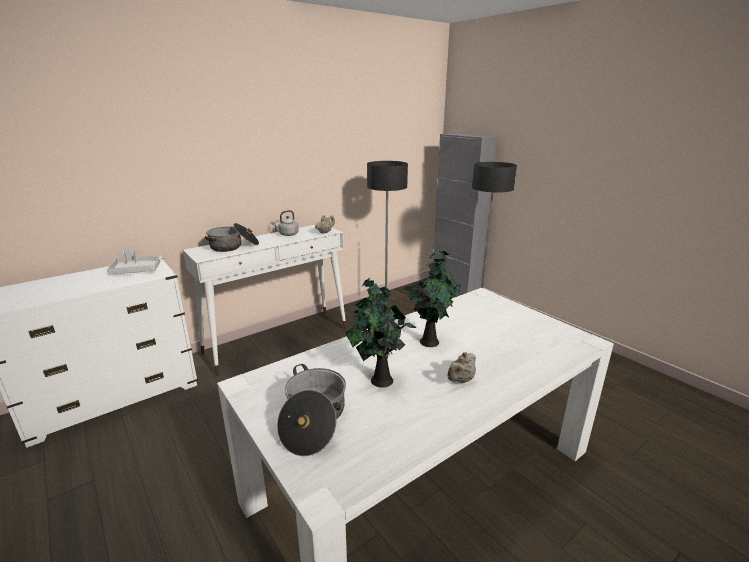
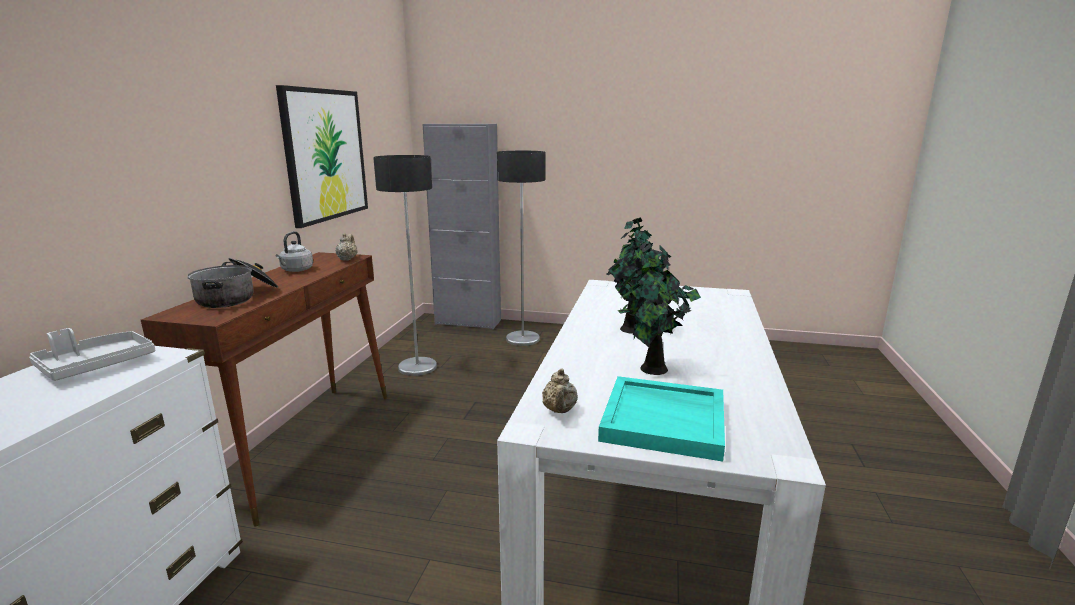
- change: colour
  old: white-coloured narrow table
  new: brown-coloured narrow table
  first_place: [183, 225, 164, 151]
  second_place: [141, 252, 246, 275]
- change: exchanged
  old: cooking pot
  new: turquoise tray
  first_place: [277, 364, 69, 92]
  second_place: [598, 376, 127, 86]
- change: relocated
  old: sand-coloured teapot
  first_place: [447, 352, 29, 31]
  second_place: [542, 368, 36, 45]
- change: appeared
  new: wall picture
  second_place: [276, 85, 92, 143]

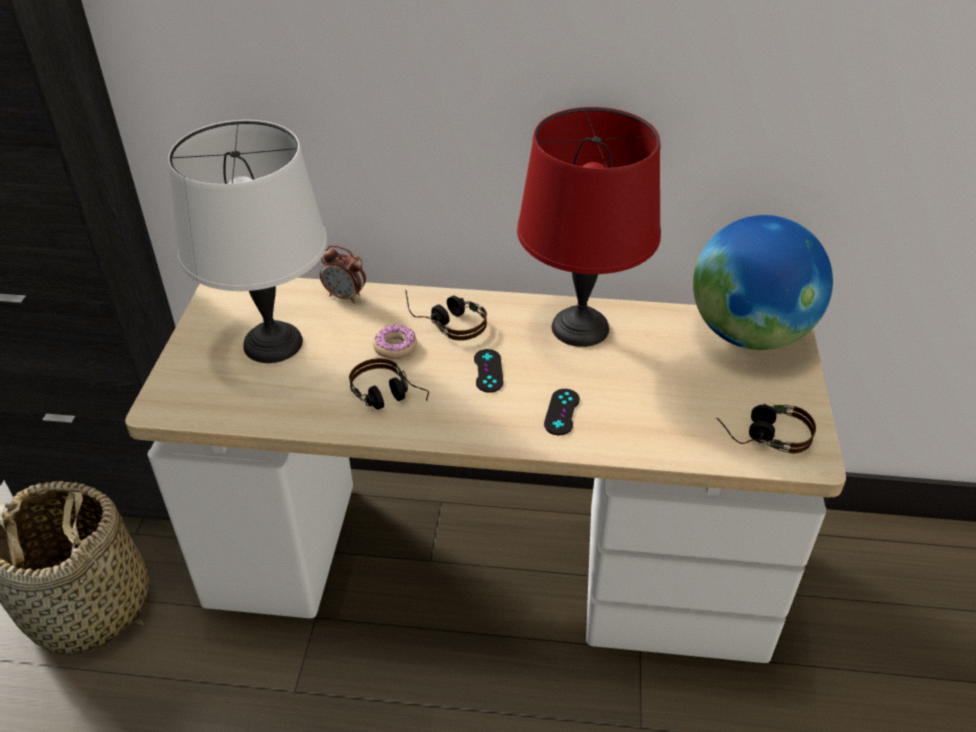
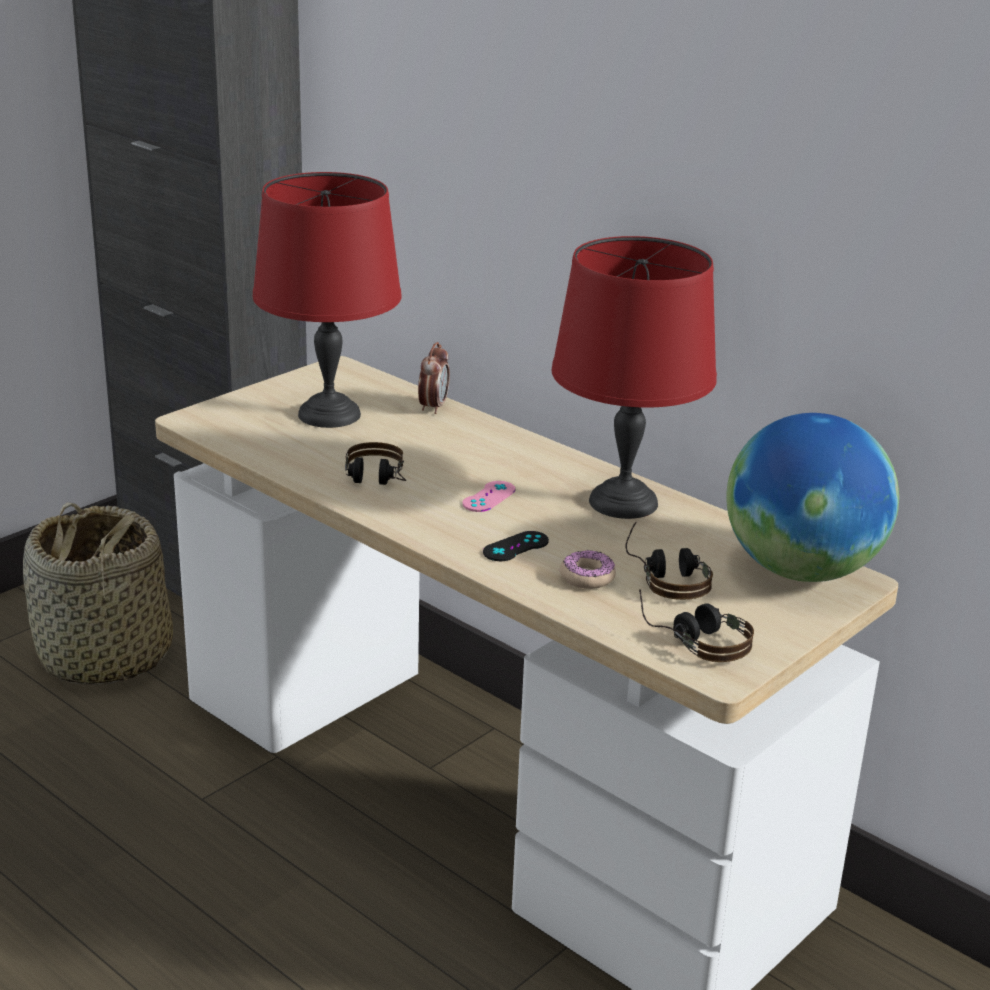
- change: colour
  old: white-coloured lamp for a table
  new: red lamp for a table
  first_place: [168, 120, 159, 243]
  second_place: [253, 172, 149, 256]
- change: spun
  old: table clock
  first_place: [320, 245, 46, 58]
  second_place: [418, 342, 32, 72]
  degrees: -135
- change: relocated
  old: doughnut
  first_place: [373, 324, 44, 35]
  second_place: [560, 550, 56, 39]
- change: relocated
  old: pair of headphones
  first_place: [405, 290, 82, 51]
  second_place: [625, 522, 88, 78]
- change: colour
  old: black-coloured joypad
  new: pink-coloured joypad
  first_place: [474, 349, 30, 44]
  second_place: [462, 481, 53, 31]

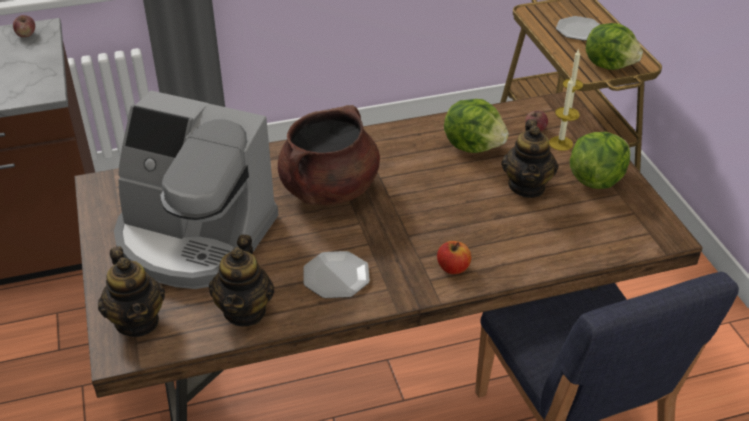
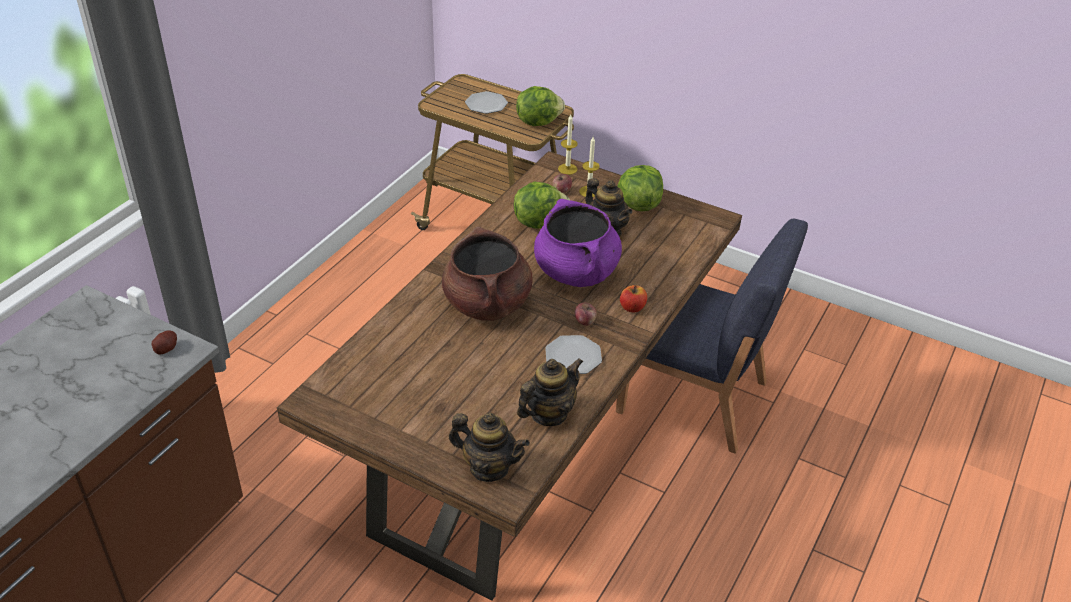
- change: relocated
  old: whole apple
  first_place: [13, 15, 22, 22]
  second_place: [575, 303, 22, 23]
- change: missing
  old: coffee maker
  first_place: [114, 91, 164, 198]
- change: spun
  old: teapot
  first_place: [209, 235, 65, 92]
  second_place: [517, 358, 66, 68]
  degrees: -90
- change: appeared
  new: potato
  second_place: [151, 330, 26, 25]
- change: appeared
  new: purple-coloured cooking pot
  second_place: [534, 199, 88, 88]

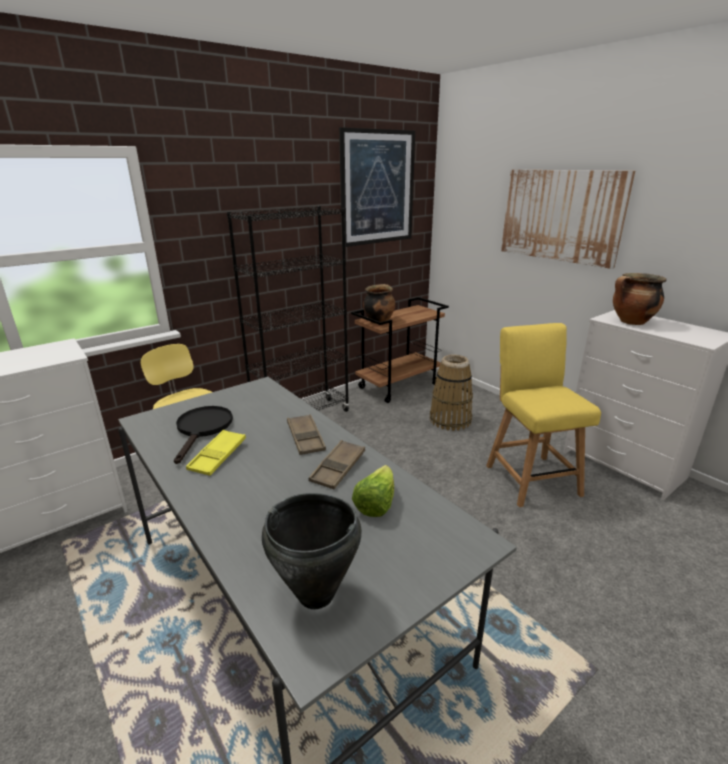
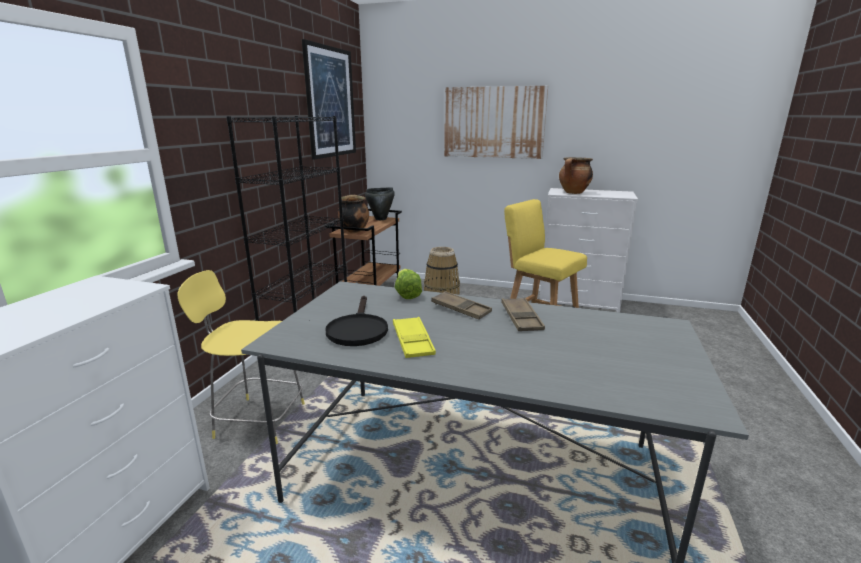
- change: spun
  old: black-coloured skillet
  first_place: [174, 406, 59, 58]
  second_place: [326, 296, 62, 50]
  degrees: -150
- change: relocated
  old: black-coloured cooking pot
  first_place: [262, 493, 100, 116]
  second_place: [365, 188, 30, 32]
- change: relocated
  old: lettuce head
  first_place: [352, 465, 42, 52]
  second_place: [395, 269, 27, 30]

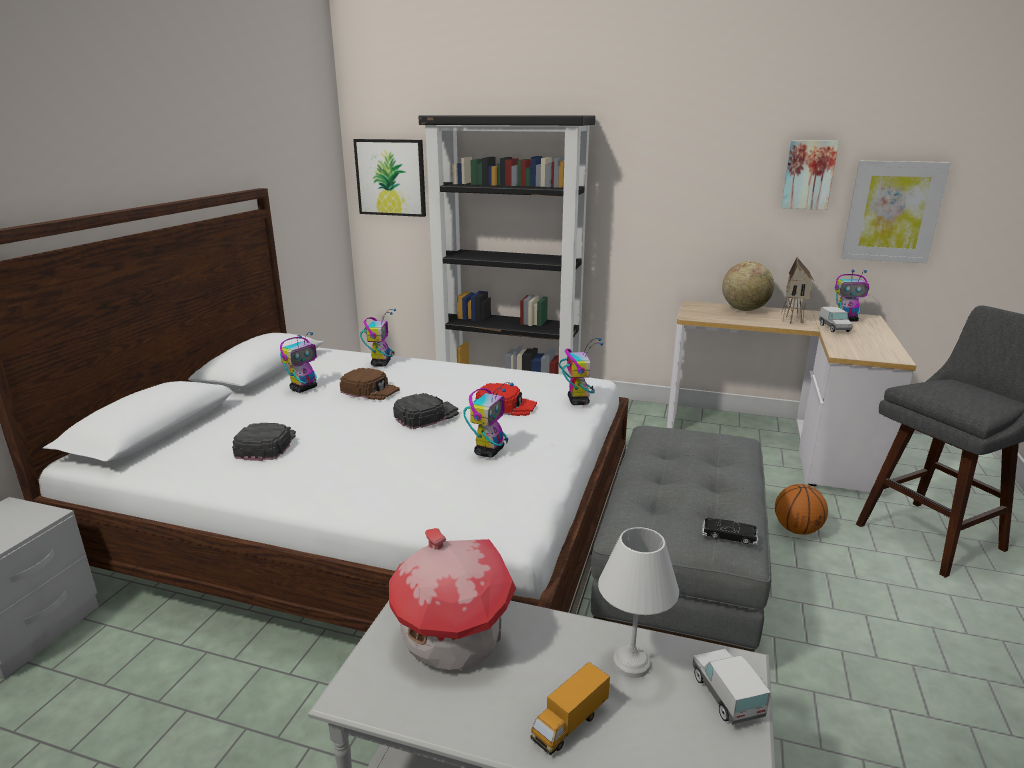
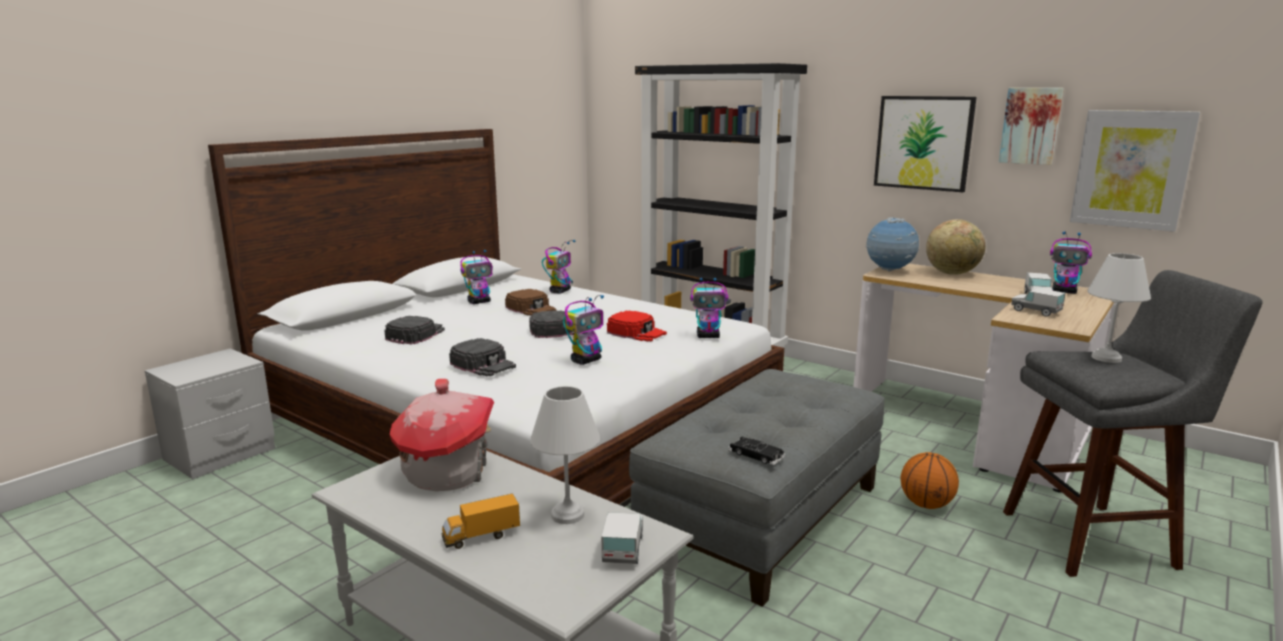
- change: relocated
  old: wall picture
  first_place: [353, 139, 73, 78]
  second_place: [874, 96, 103, 96]
- change: spun
  old: model robot
  first_place: [559, 338, 44, 67]
  second_place: [690, 278, 38, 60]
  degrees: 75
- change: missing
  old: miniature house
  first_place: [781, 257, 33, 67]
- change: appeared
  new: black-coloured baseball cap
  second_place: [449, 338, 67, 38]
- change: appeared
  new: world globe
  second_place: [866, 217, 53, 55]
- change: appeared
  new: toy truck
  second_place: [1012, 288, 54, 29]
- change: appeared
  new: white-coloured lamp for a table
  second_place: [1087, 253, 64, 110]

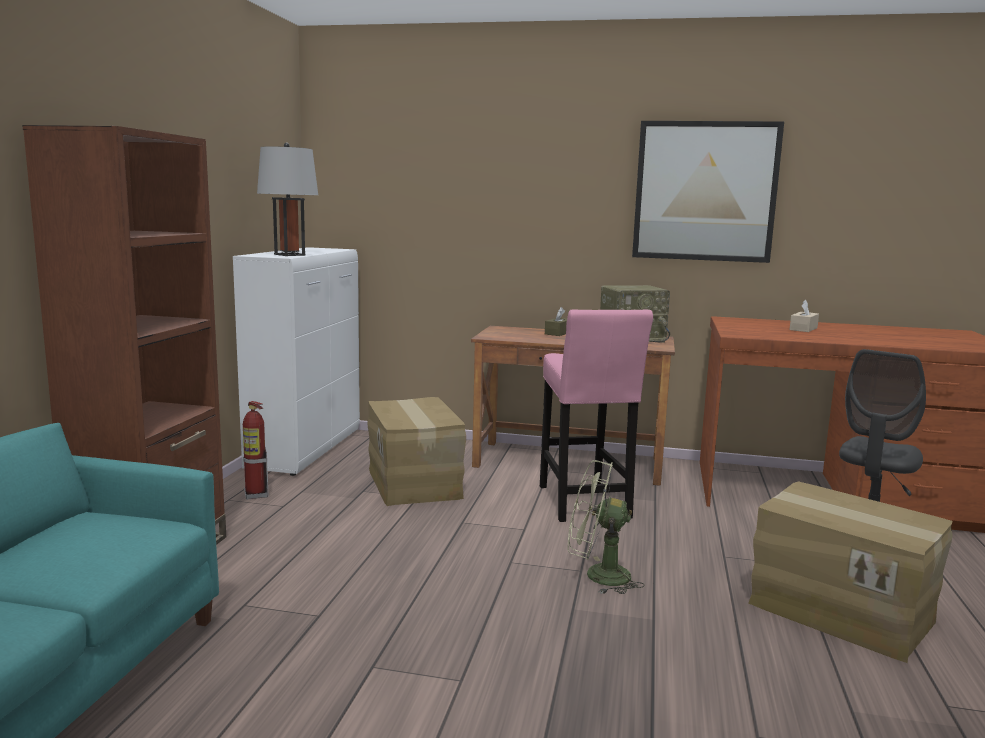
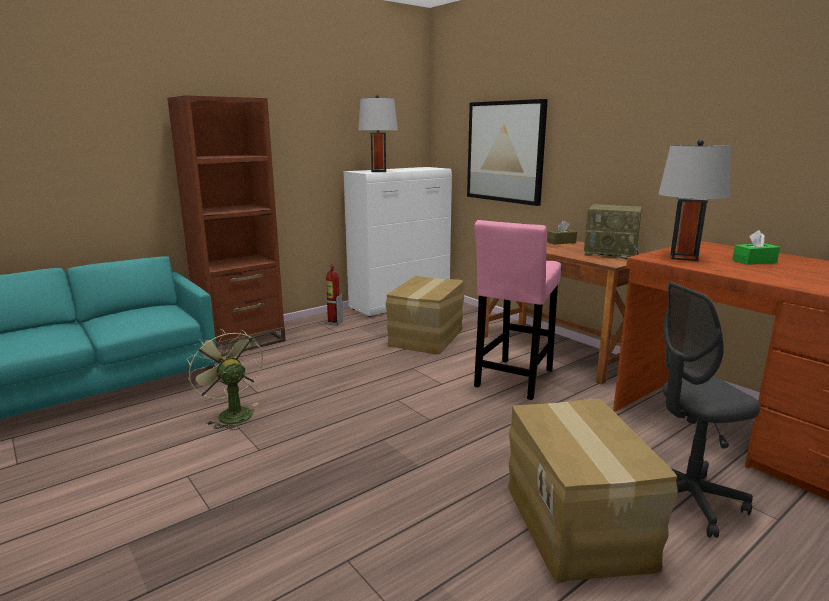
- change: relocated
  old: green-coloured cooling fan
  first_place: [568, 460, 77, 134]
  second_place: [186, 329, 77, 101]
- change: relocated
  old: wall picture
  first_place: [632, 121, 152, 142]
  second_place: [467, 99, 81, 107]
- change: colour
  old: sand-coloured tissue box
  new: green-coloured tissue box
  first_place: [789, 300, 30, 32]
  second_place: [732, 230, 48, 35]
- change: appeared
  new: grey lamp for a table
  second_place: [658, 139, 73, 122]

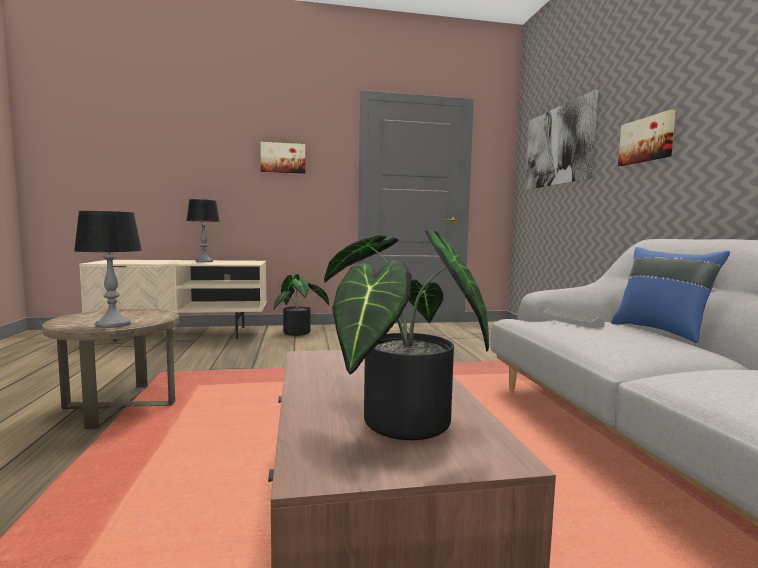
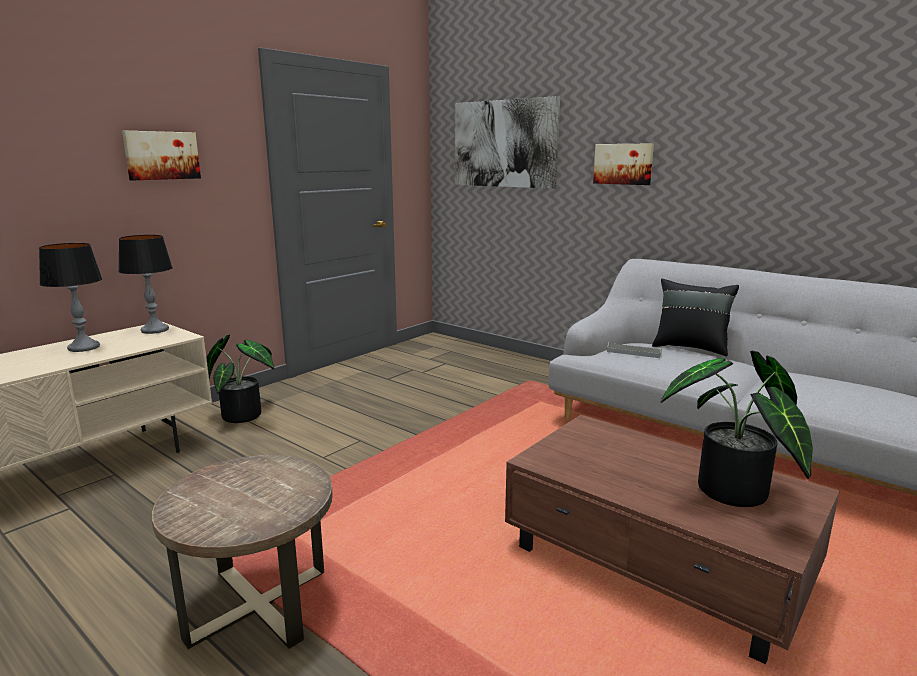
- change: relocated
  old: lamp for a table
  first_place: [74, 211, 68, 117]
  second_place: [118, 235, 55, 99]
- change: colour
  old: blue-coloured throw pillow
  new: black-coloured throw pillow
  first_place: [611, 247, 119, 96]
  second_place: [652, 279, 87, 77]

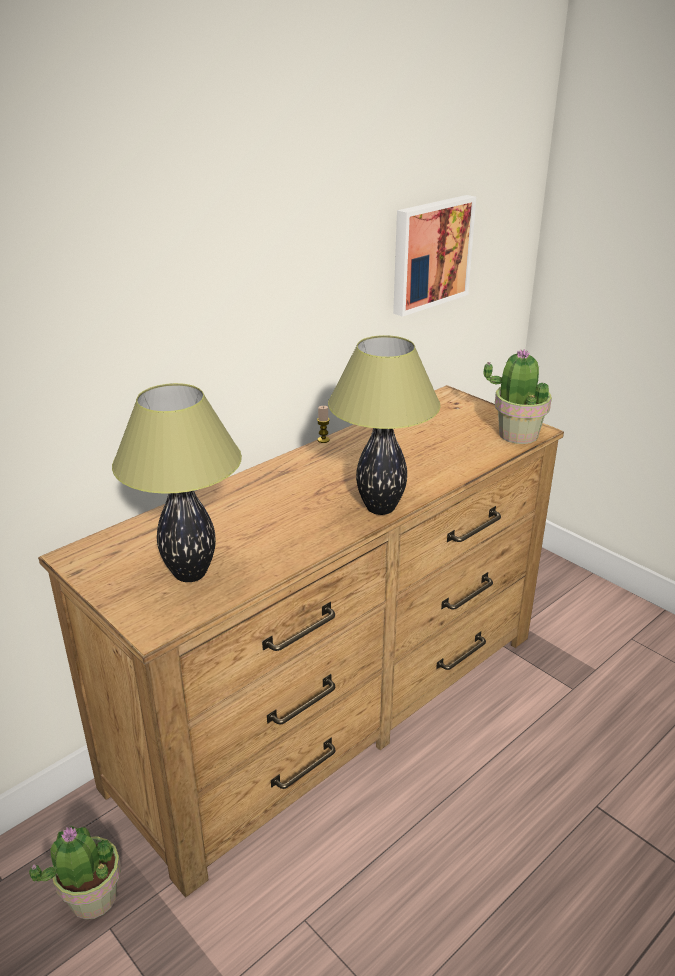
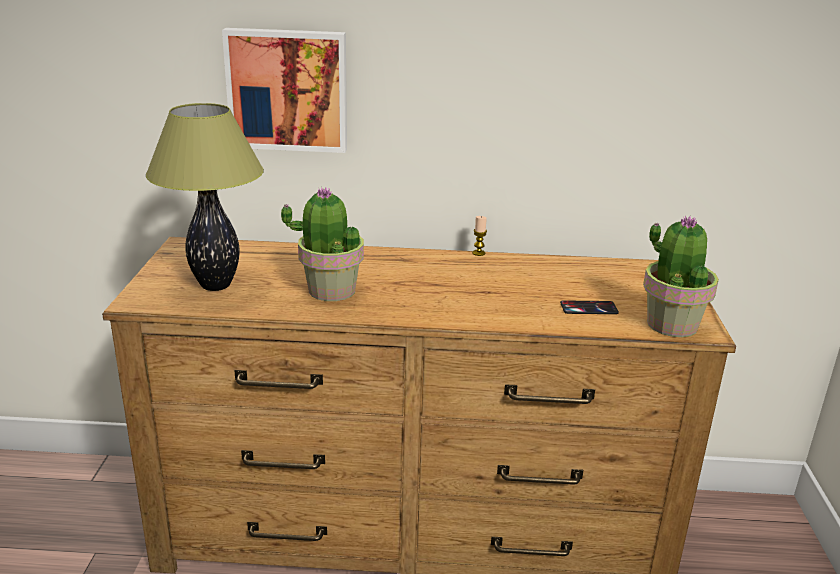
- change: relocated
  old: plant in a pot
  first_place: [29, 825, 92, 94]
  second_place: [281, 187, 83, 114]
- change: missing
  old: lamp for a table
  first_place: [328, 335, 113, 180]
- change: relocated
  old: wall picture
  first_place: [393, 195, 83, 122]
  second_place: [222, 28, 125, 125]
- change: appeared
  new: telephone
  second_place: [560, 300, 59, 14]

